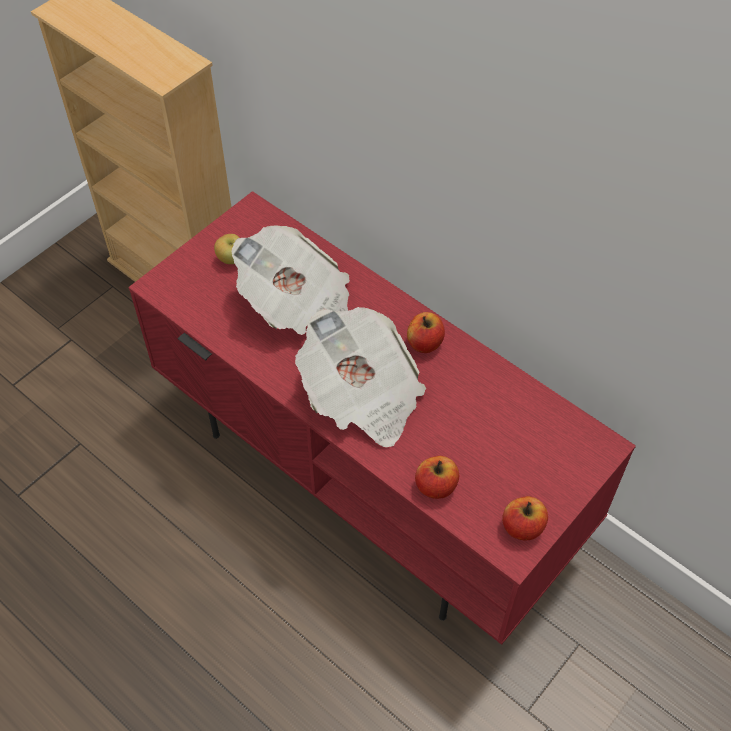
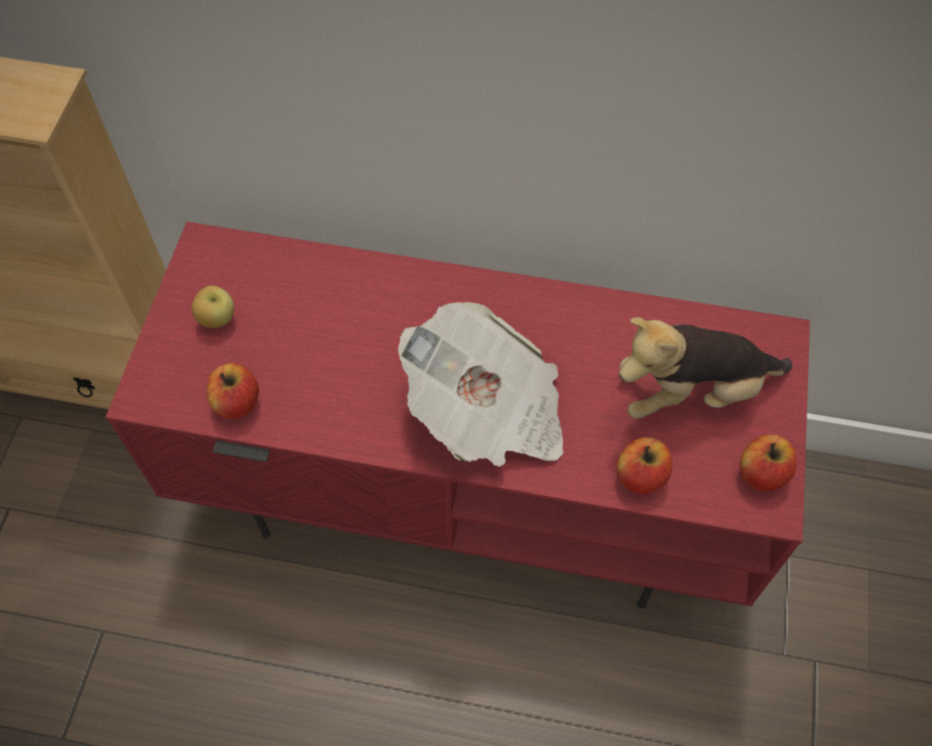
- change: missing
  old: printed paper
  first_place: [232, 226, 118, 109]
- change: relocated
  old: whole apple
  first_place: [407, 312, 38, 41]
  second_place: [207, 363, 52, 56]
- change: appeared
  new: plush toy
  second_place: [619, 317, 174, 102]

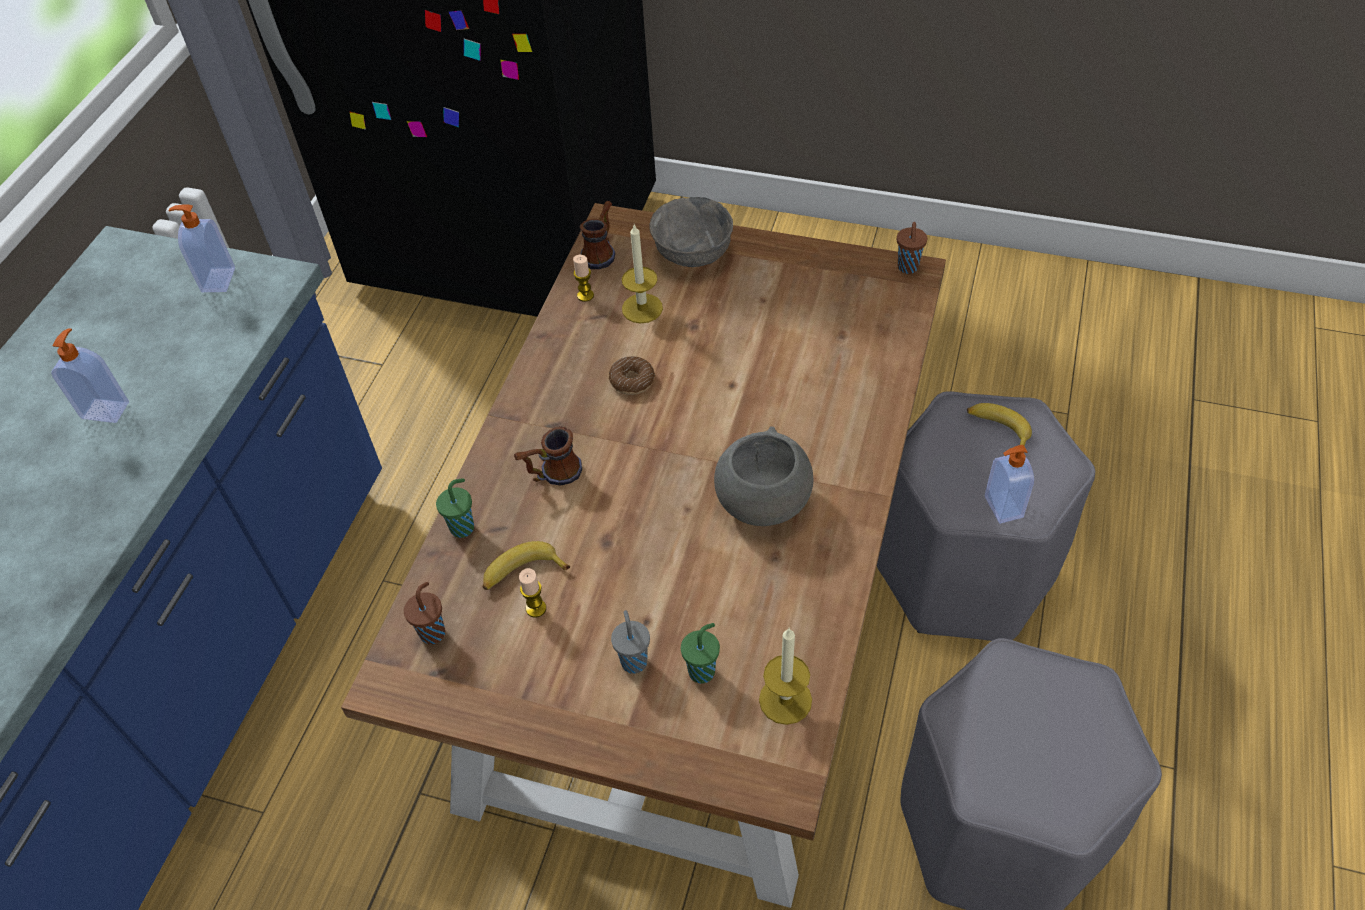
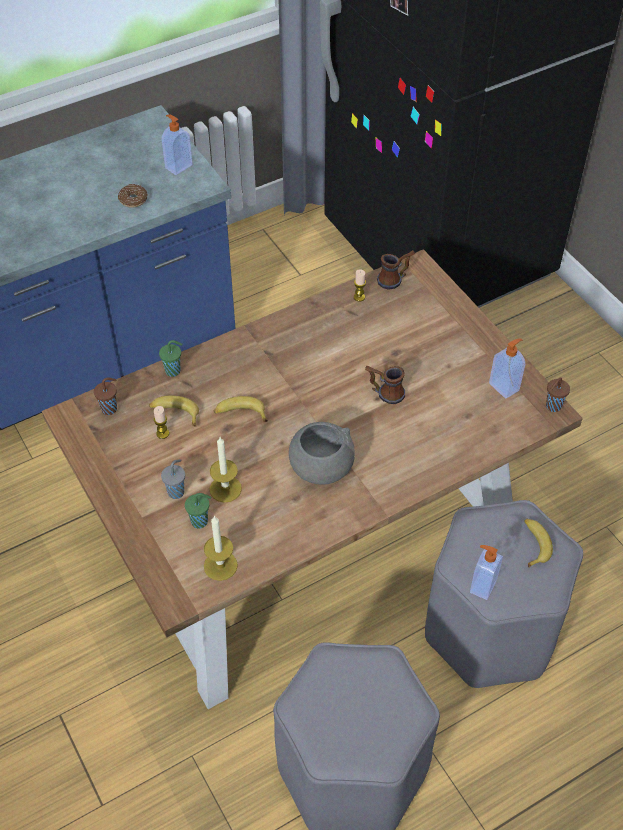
- change: relocated
  old: liquid soap bottle
  first_place: [51, 328, 78, 95]
  second_place: [489, 338, 36, 61]
- change: relocated
  old: tea mug
  first_place: [514, 426, 68, 60]
  second_place: [365, 366, 40, 38]
- change: relocated
  old: doughnut
  first_place: [609, 356, 46, 39]
  second_place: [118, 184, 30, 24]
- change: relocated
  old: wax light
  first_place: [622, 225, 41, 98]
  second_place: [210, 437, 32, 66]
- change: missing
  old: grey bowl
  first_place: [649, 197, 84, 70]
- change: appeared
  new: banana
  second_place: [214, 396, 54, 26]

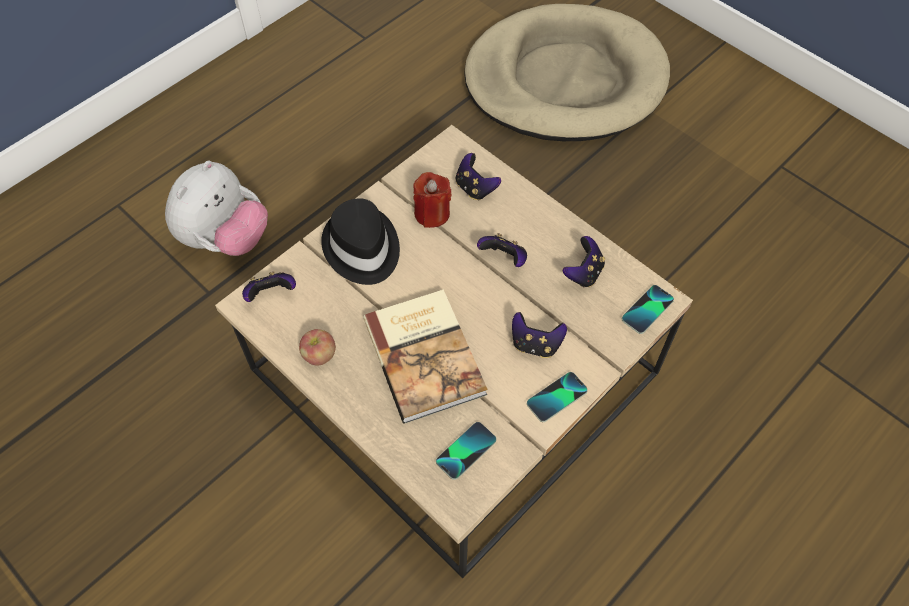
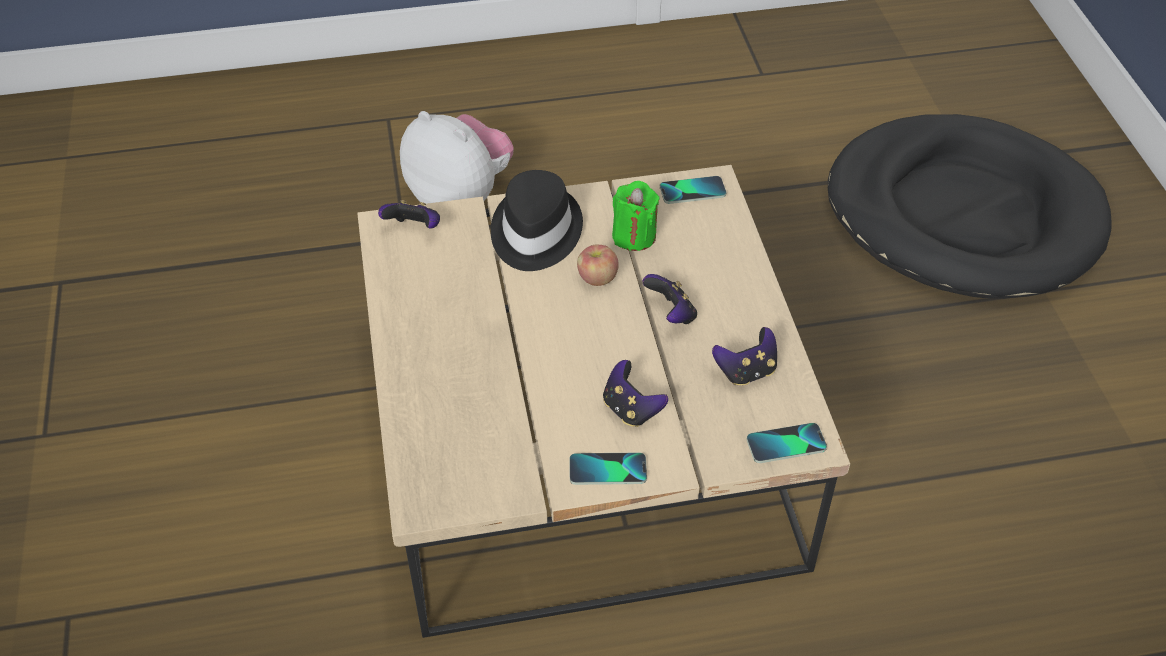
- change: spun
  old: plush toy
  first_place: [165, 161, 103, 95]
  second_place: [400, 111, 114, 93]
  degrees: -120
- change: relocated
  old: whole apple
  first_place: [299, 329, 37, 37]
  second_place: [577, 245, 42, 41]
- change: missing
  old: volume
  first_place: [363, 289, 125, 135]
- change: colour
  old: red wax light
  new: green-coloured wax light
  first_place: [413, 172, 38, 56]
  second_place: [612, 181, 48, 70]
- change: relocated
  old: telephone
  first_place: [436, 422, 60, 58]
  second_place: [660, 176, 66, 28]
- change: missing
  old: joypad
  first_place: [456, 153, 45, 47]
- change: colour
  old: sand-coloured pet bed
  new: black-coloured pet bed
  first_place: [464, 4, 206, 137]
  second_place: [828, 114, 284, 185]

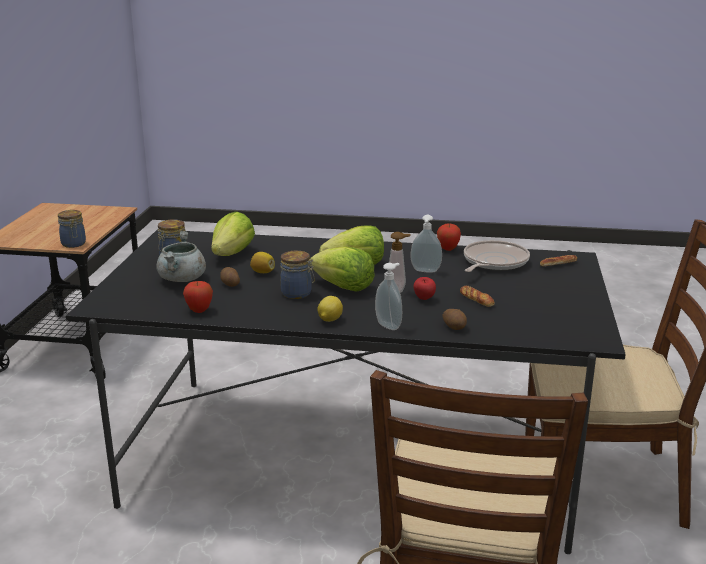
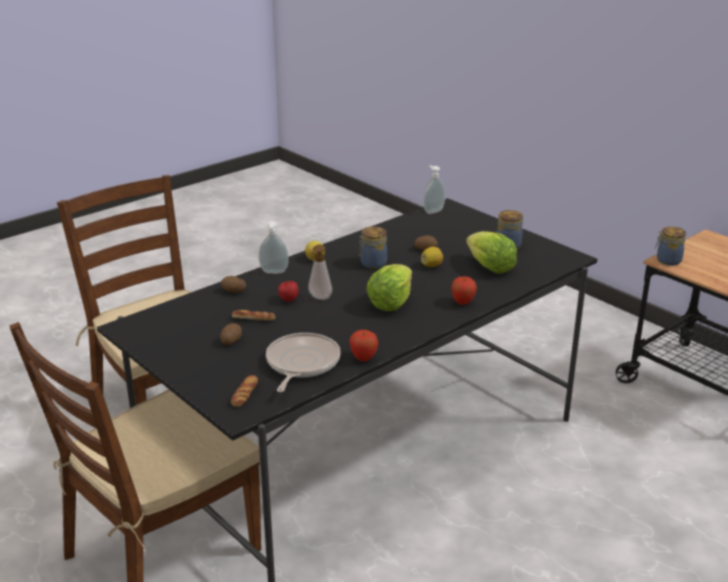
- change: missing
  old: grey cooking pot
  first_place: [157, 231, 49, 51]
- change: relocated
  old: whole apple
  first_place: [183, 281, 30, 32]
  second_place: [451, 276, 26, 29]
- change: missing
  old: lettuce head
  first_place: [310, 246, 65, 46]
- change: relocated
  old: liquid soap bottle
  first_place: [411, 215, 31, 58]
  second_place: [424, 165, 21, 49]
- change: spun
  old: skillet
  first_place: [464, 240, 66, 32]
  second_place: [266, 333, 75, 59]
  degrees: -150
- change: appeared
  new: potato
  second_place: [220, 323, 22, 22]

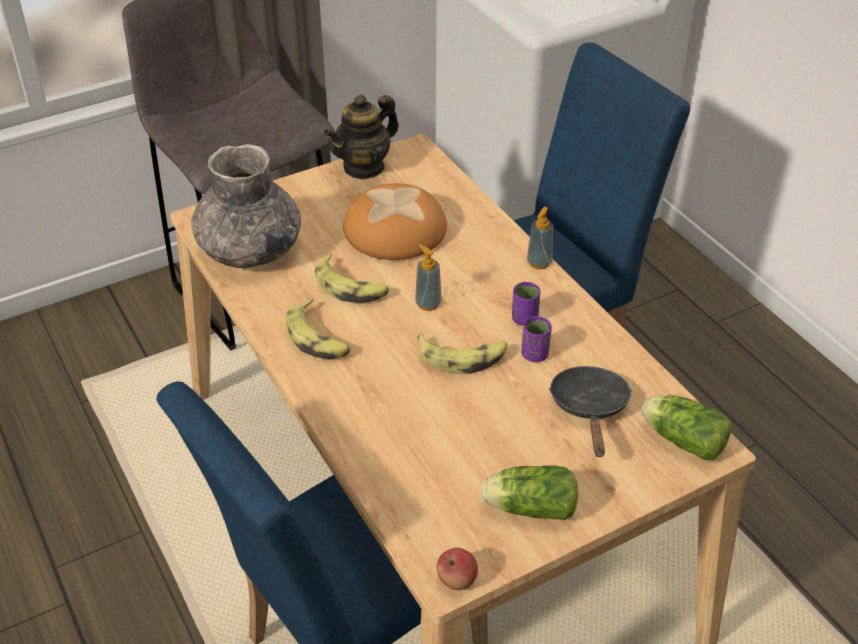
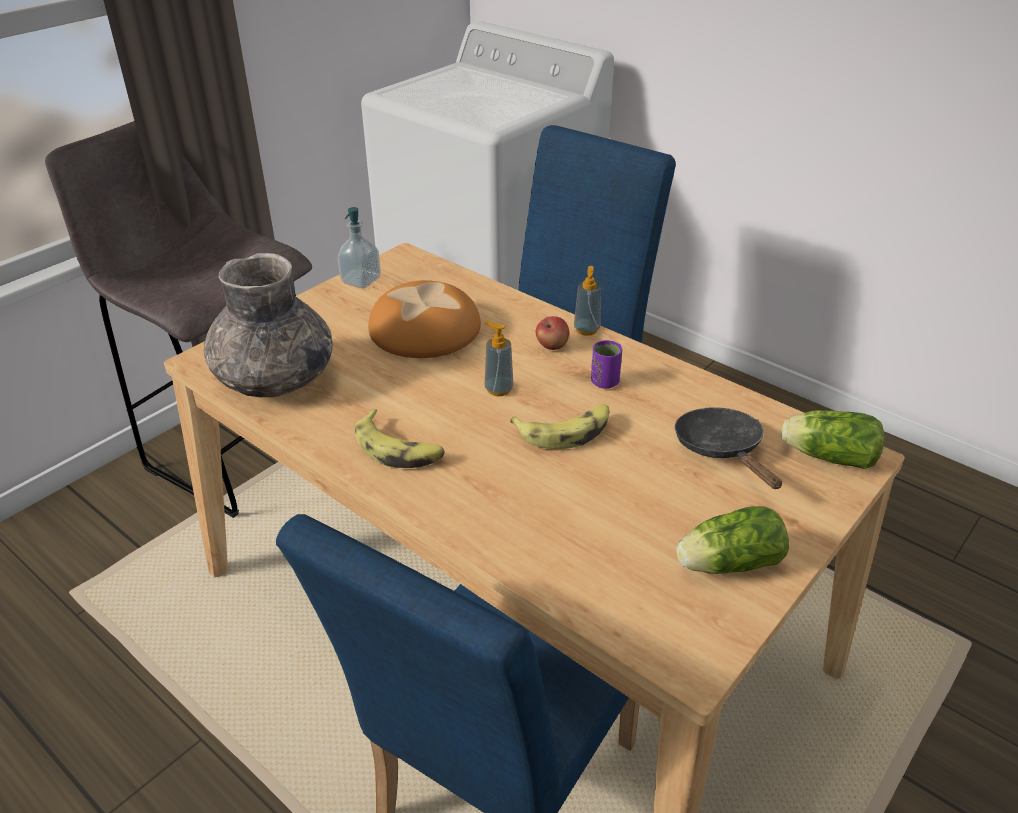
- change: missing
  old: banana
  first_place: [315, 253, 74, 50]
- change: exchanged
  old: teapot
  new: liquid soap bottle
  first_place: [324, 95, 75, 85]
  second_place: [337, 207, 44, 81]
- change: relocated
  old: whole apple
  first_place: [437, 548, 41, 42]
  second_place: [536, 316, 33, 34]
- change: missing
  old: purple-coloured cup
  first_place: [521, 316, 31, 46]

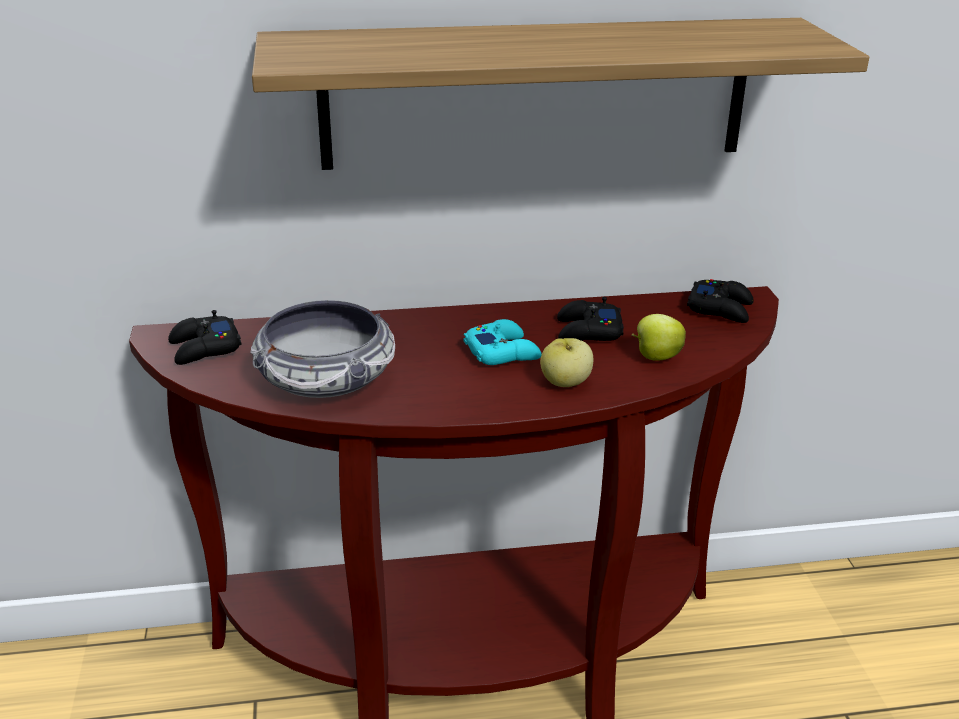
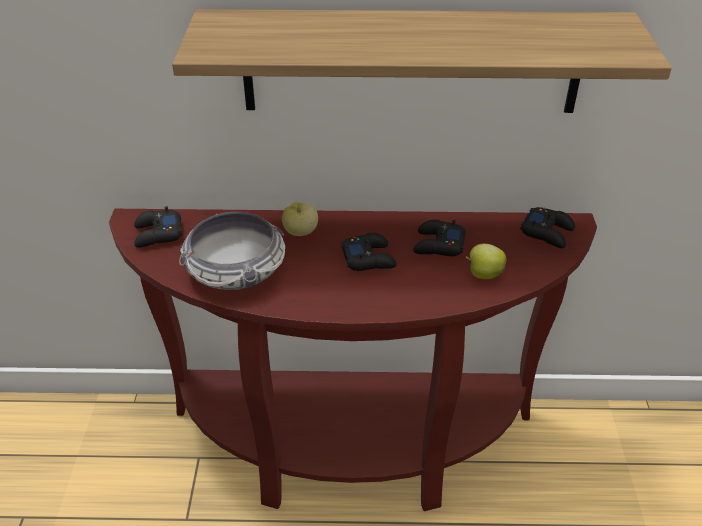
- change: colour
  old: turquoise joypad
  new: black-coloured joypad
  first_place: [463, 319, 79, 46]
  second_place: [341, 233, 56, 38]
- change: relocated
  old: whole apple
  first_place: [540, 338, 53, 49]
  second_place: [282, 202, 36, 34]

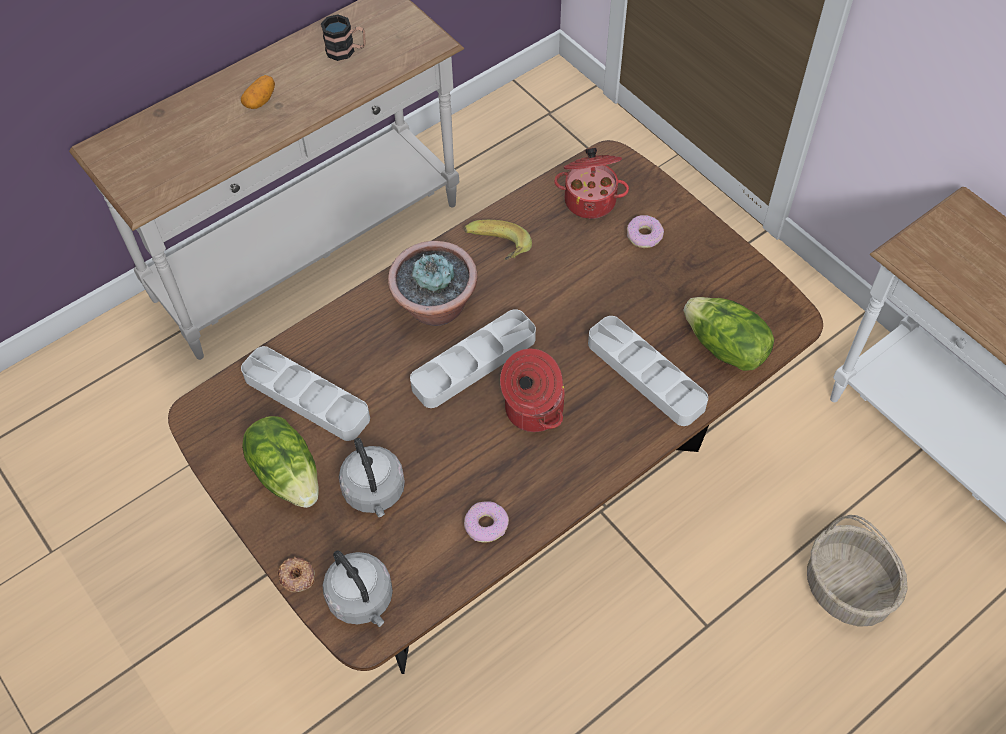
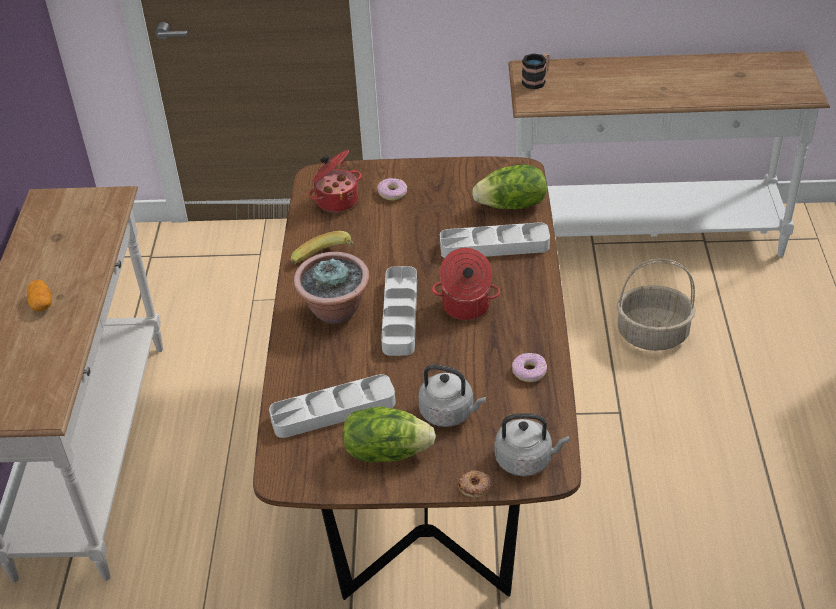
- change: relocated
  old: tea mug
  first_place: [321, 14, 45, 47]
  second_place: [522, 53, 28, 36]

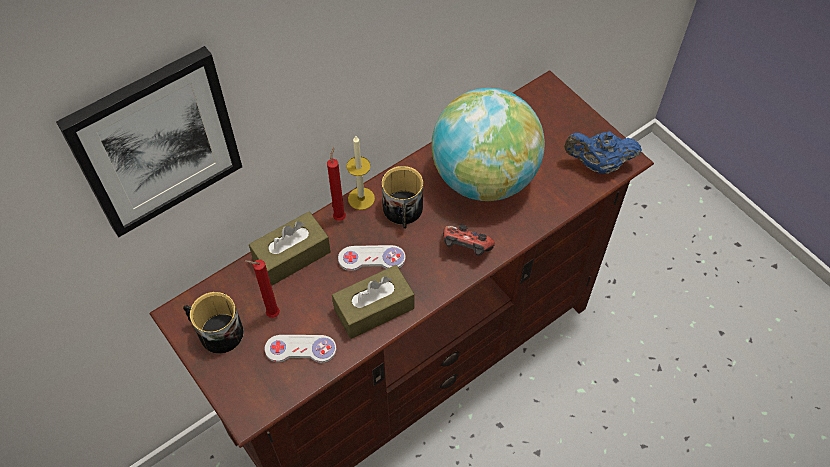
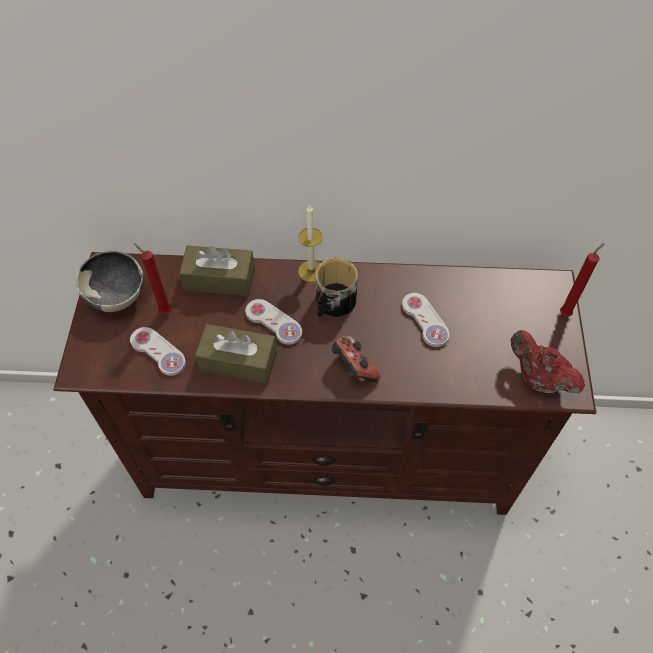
- change: missing
  old: wall picture
  first_place: [56, 46, 186, 191]
- change: exchanged
  old: tea mug
  new: bowl
  first_place: [183, 292, 61, 62]
  second_place: [76, 250, 68, 62]
- change: relocated
  old: red wax light
  first_place: [327, 147, 19, 74]
  second_place: [560, 243, 45, 74]
- change: exchanged
  old: world globe
  new: white-coloured joypad
  first_place: [432, 88, 113, 113]
  second_place: [402, 293, 47, 54]
- change: colour
  old: blue-coloured teapot
  new: red teapot
  first_place: [564, 131, 78, 43]
  second_place: [510, 330, 75, 63]

